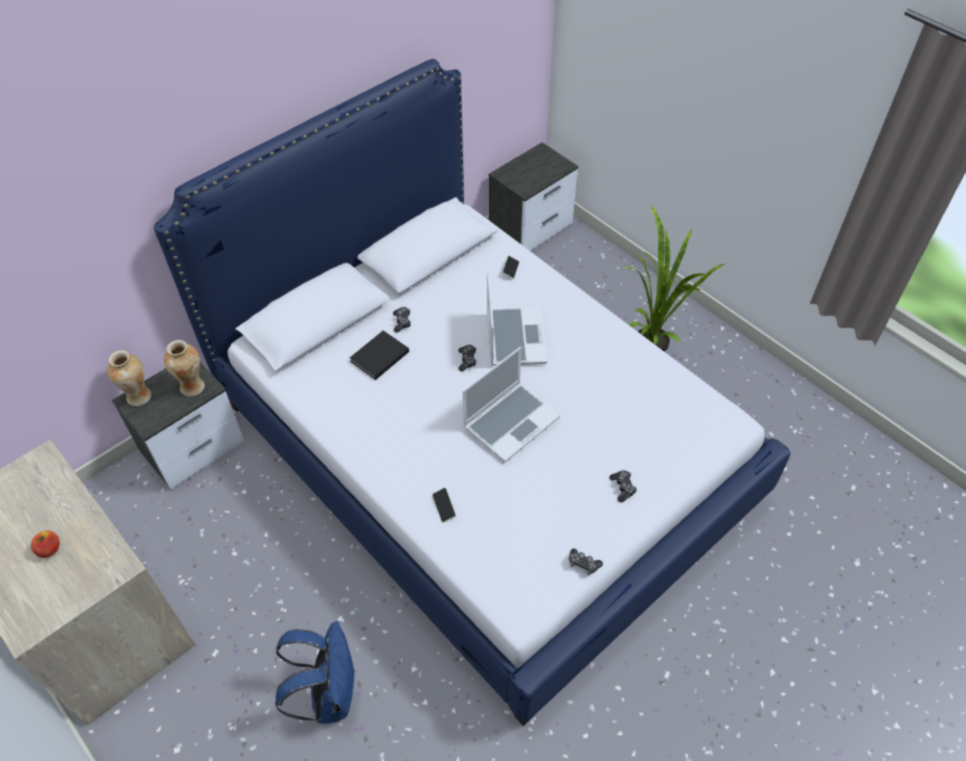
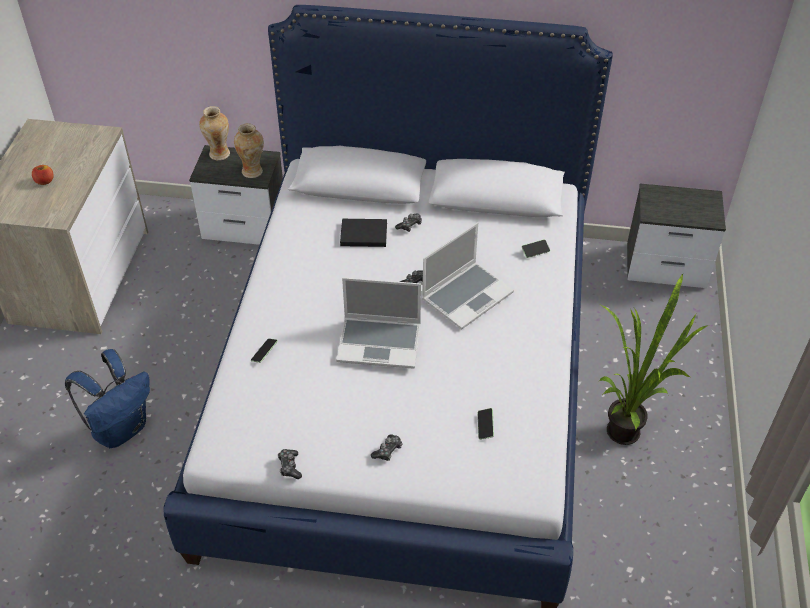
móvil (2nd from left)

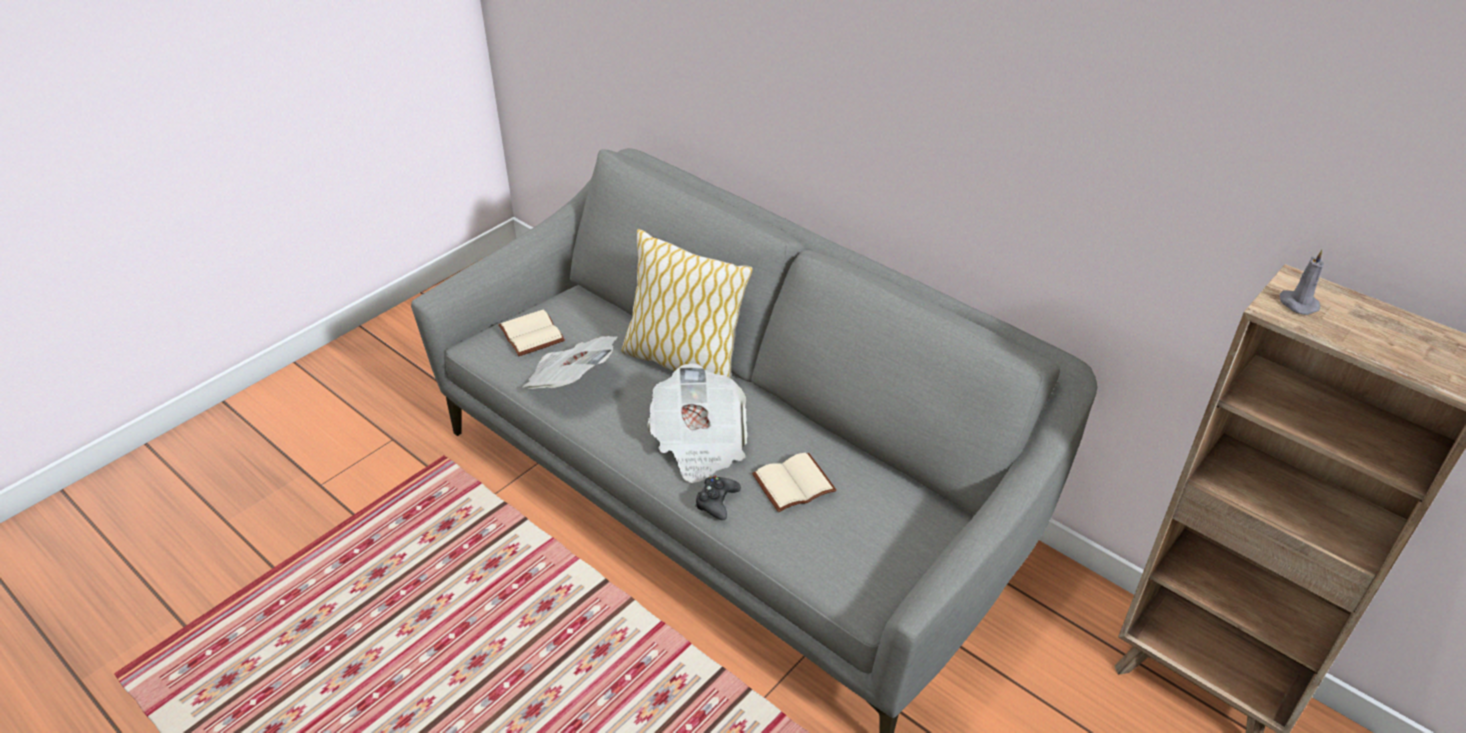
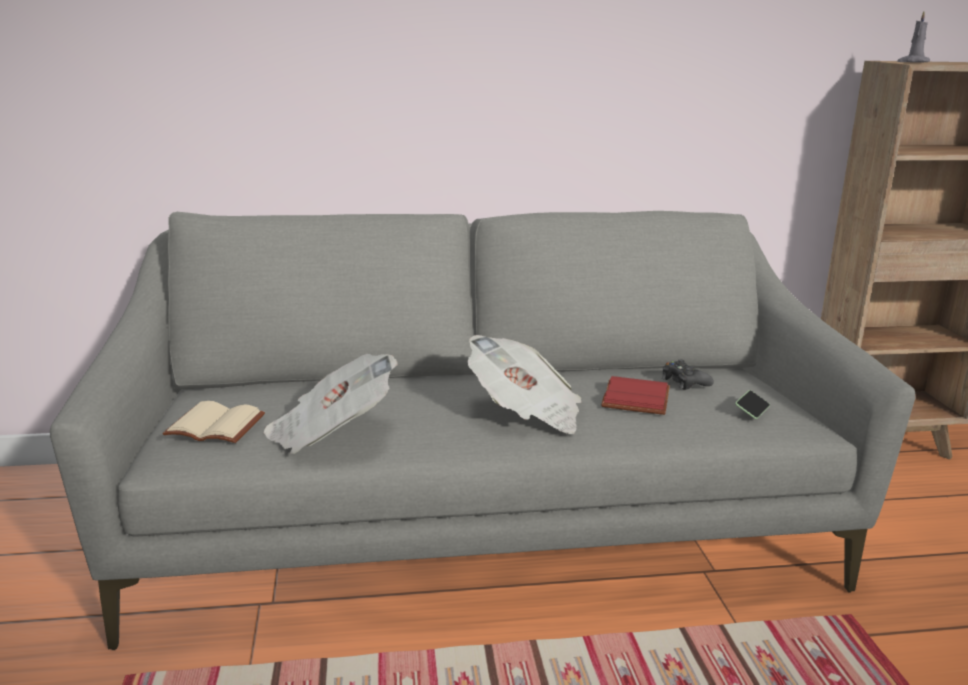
libro (rojo)
mando de consola (negro)
móvil
cojín

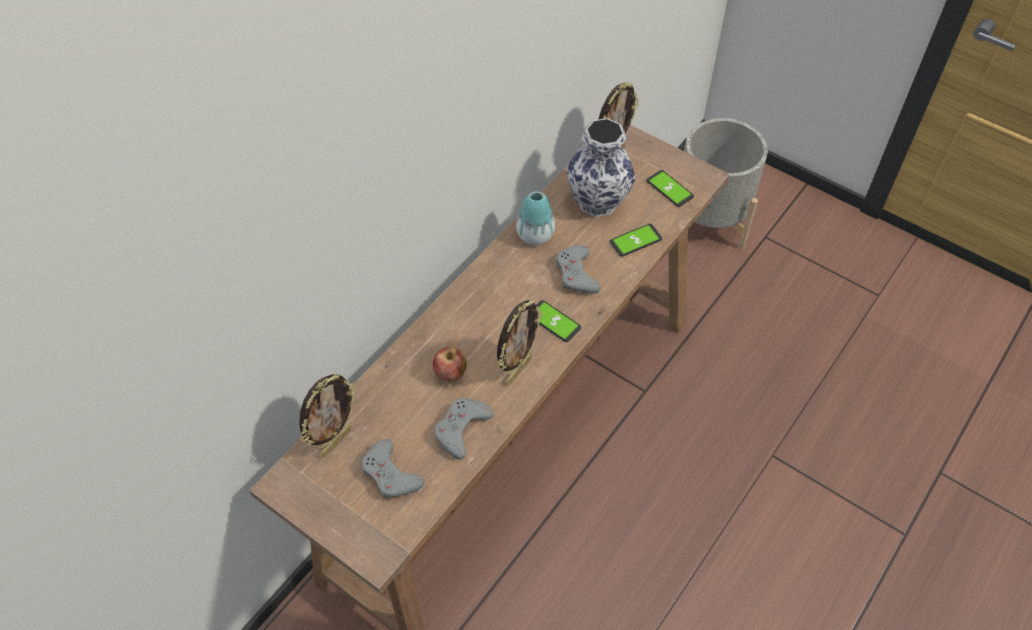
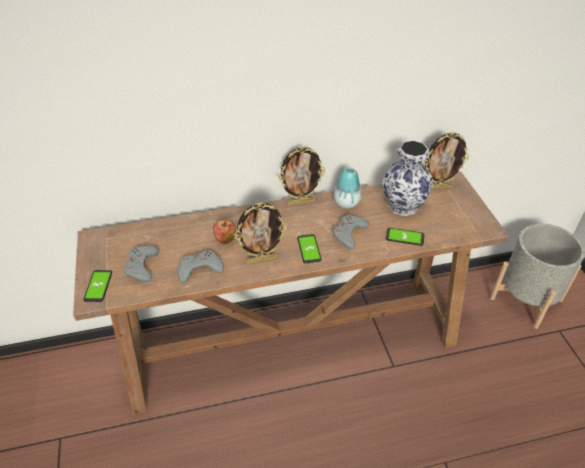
móvil (1st from left)
portarretratos (2nd from left)

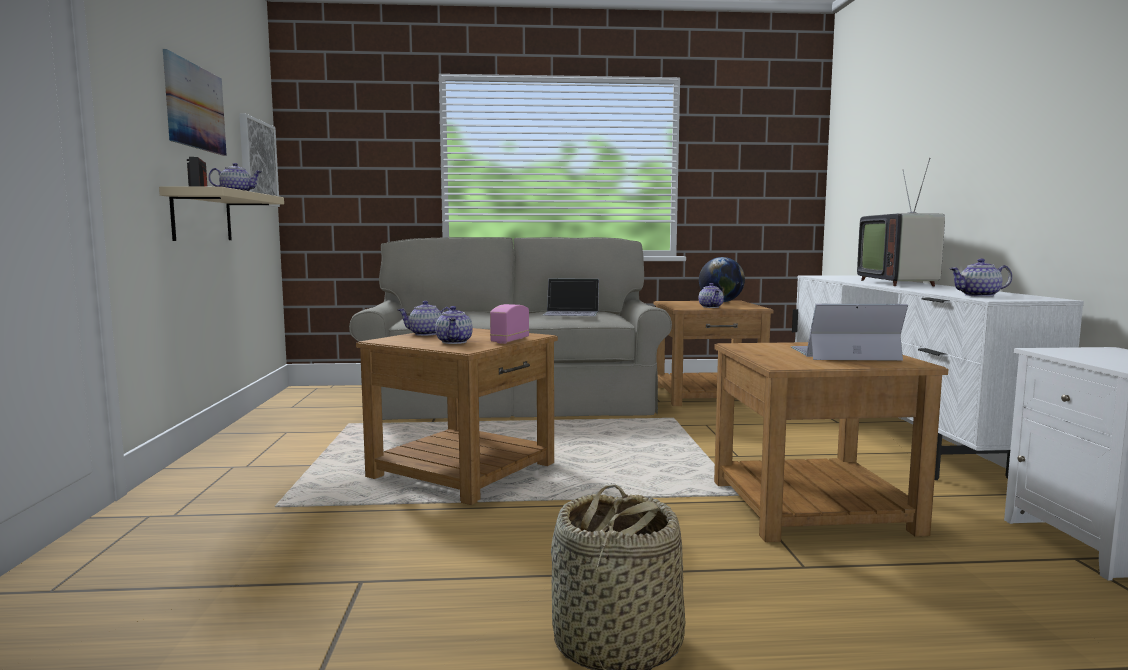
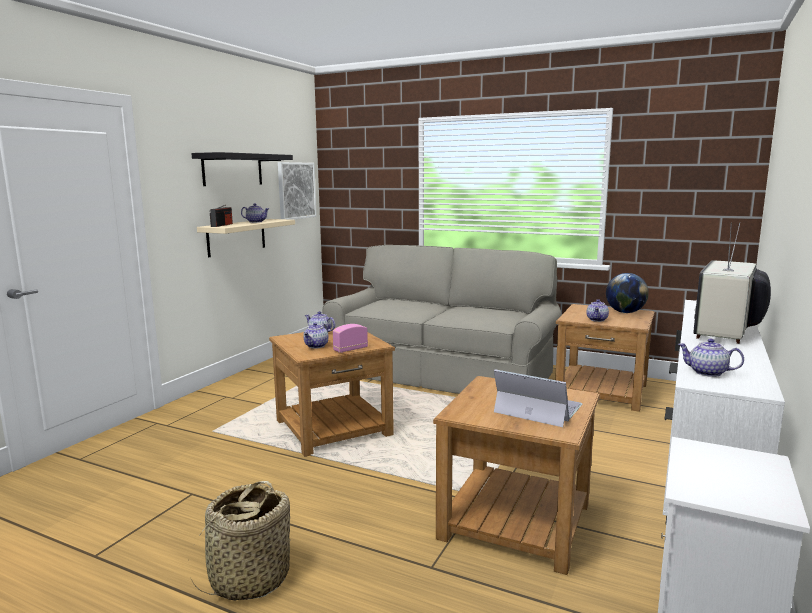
estante (negro)
portátil (1st from left in the first image)

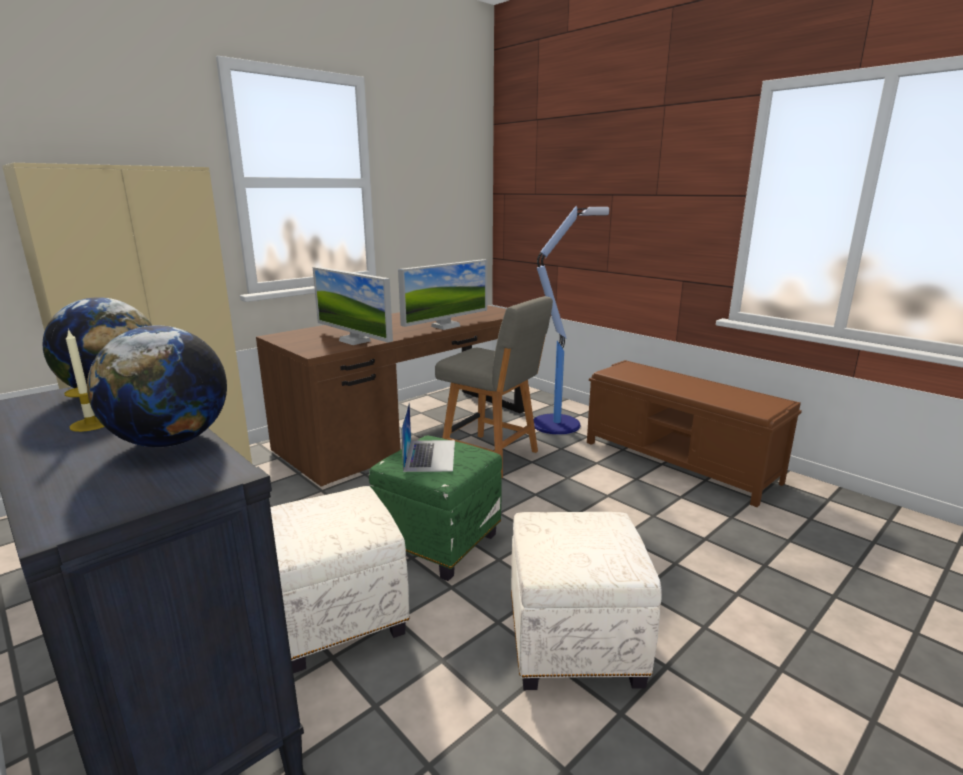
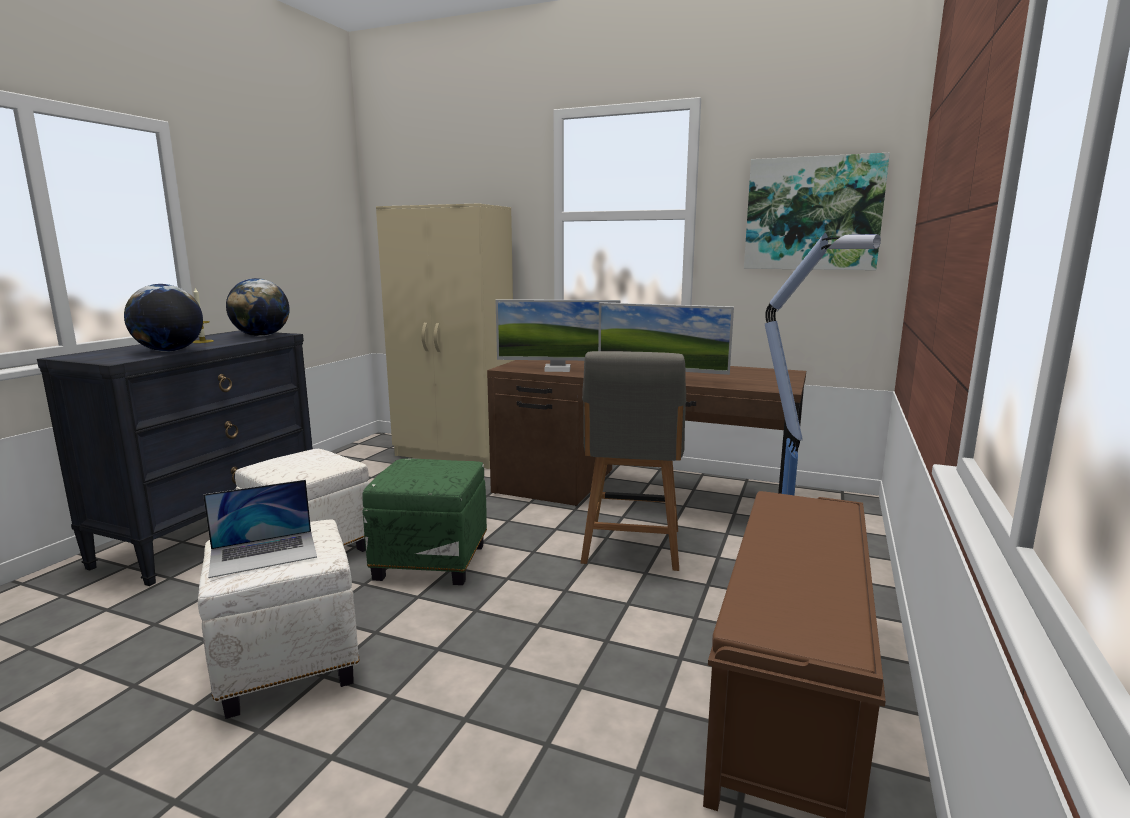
portátil
monitor (1st from left)
cuadro

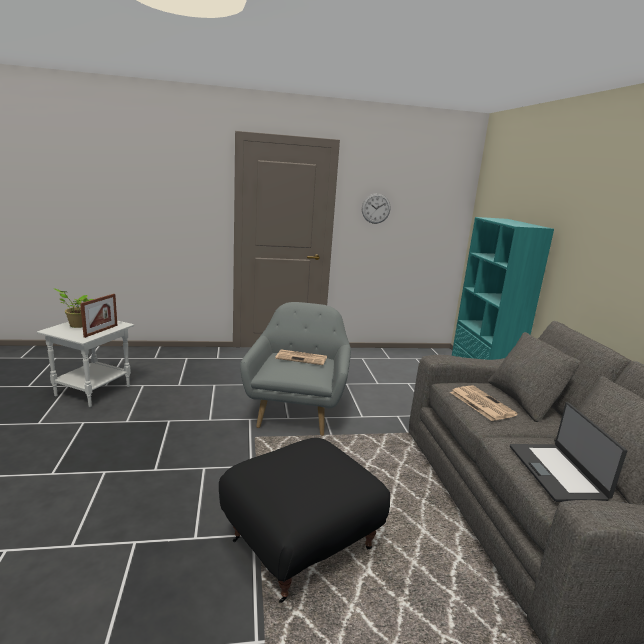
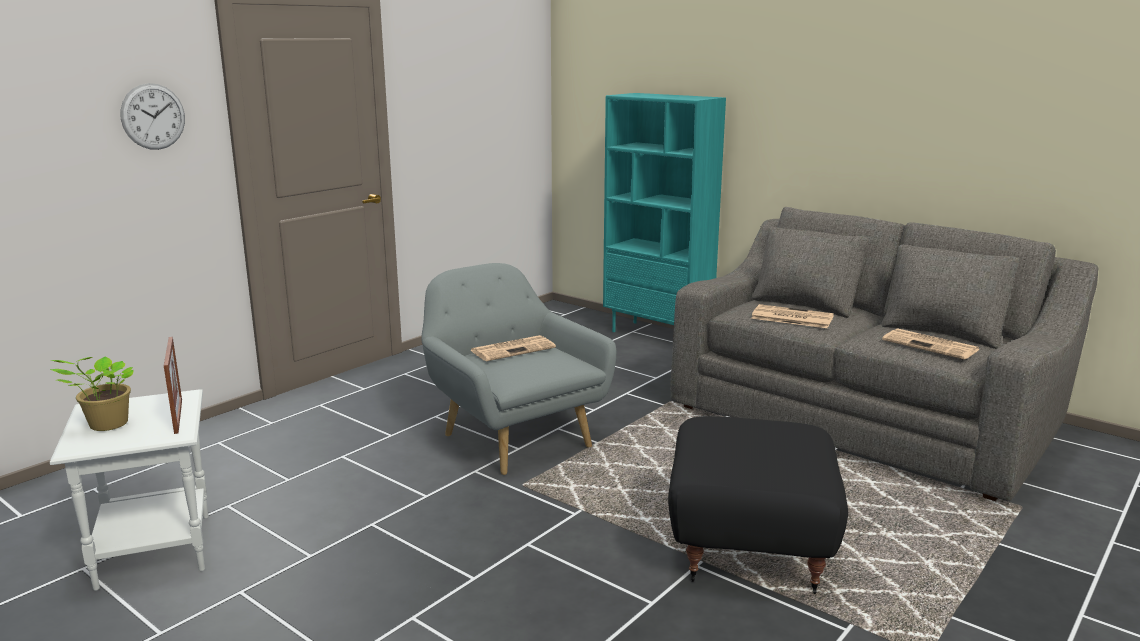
reloj de pared
periódico (3rd from left)

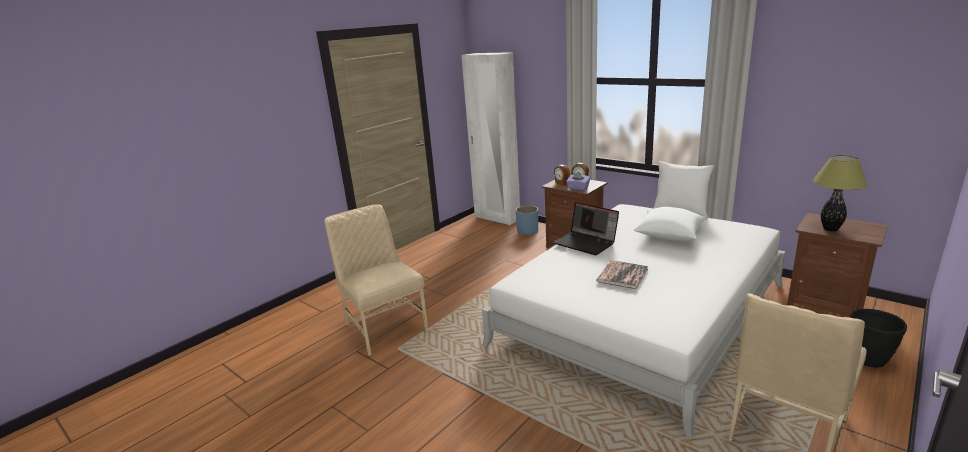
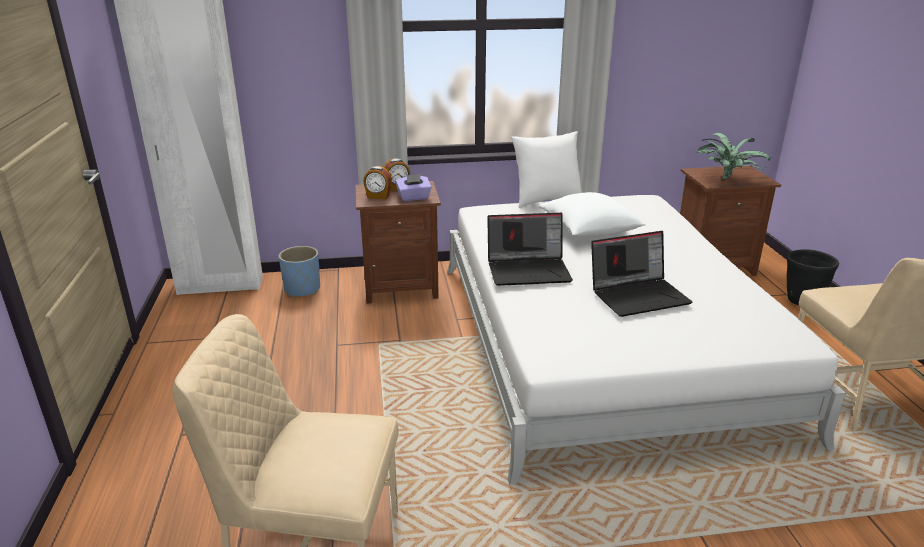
portátil (2nd from left)
planta en maceta

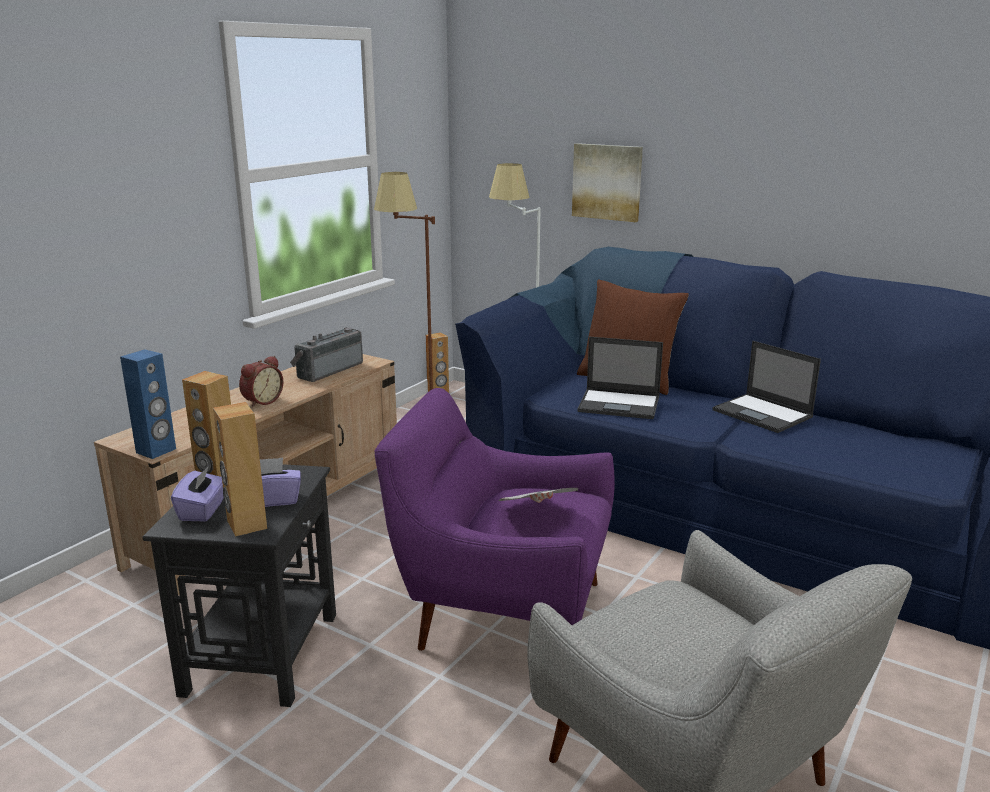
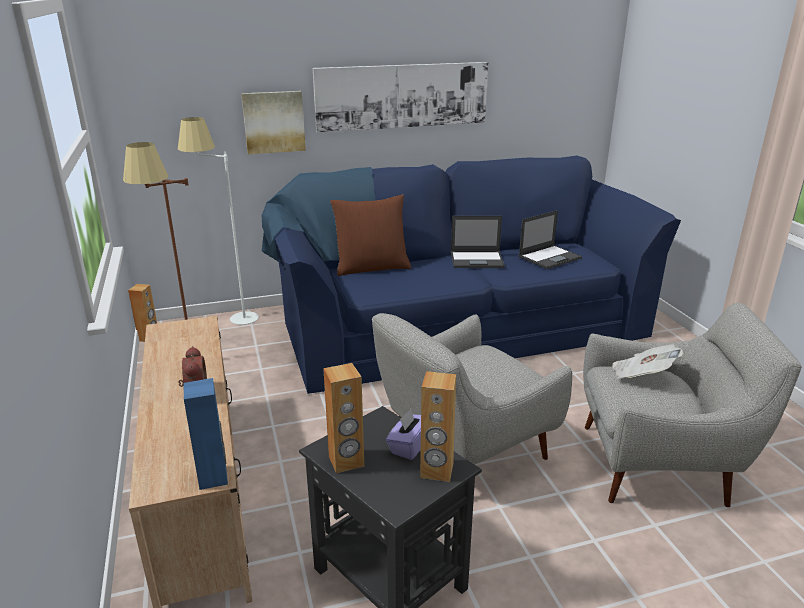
cuadro (2nd from left)
sillón (gris) (1st from left)
portátil (2nd from left)
periódico
caja de pañuelos (morado) (1st from left in the first image)
radio

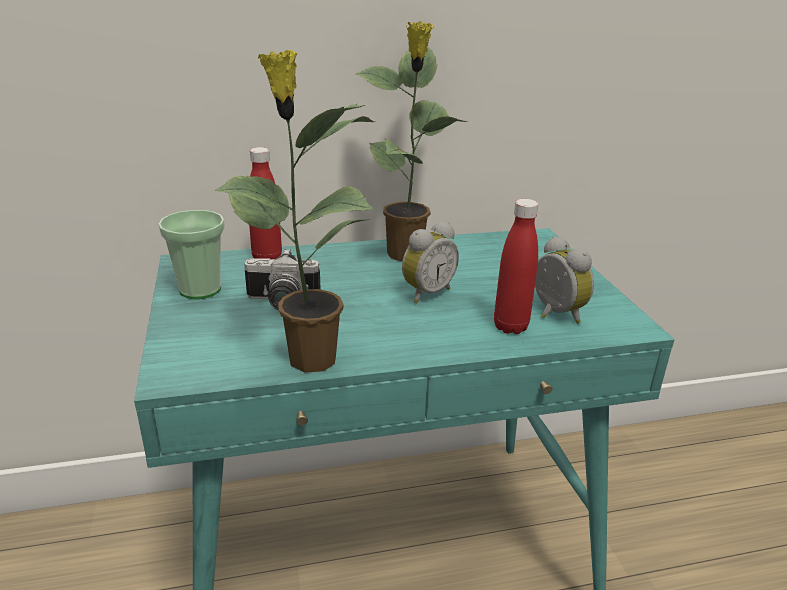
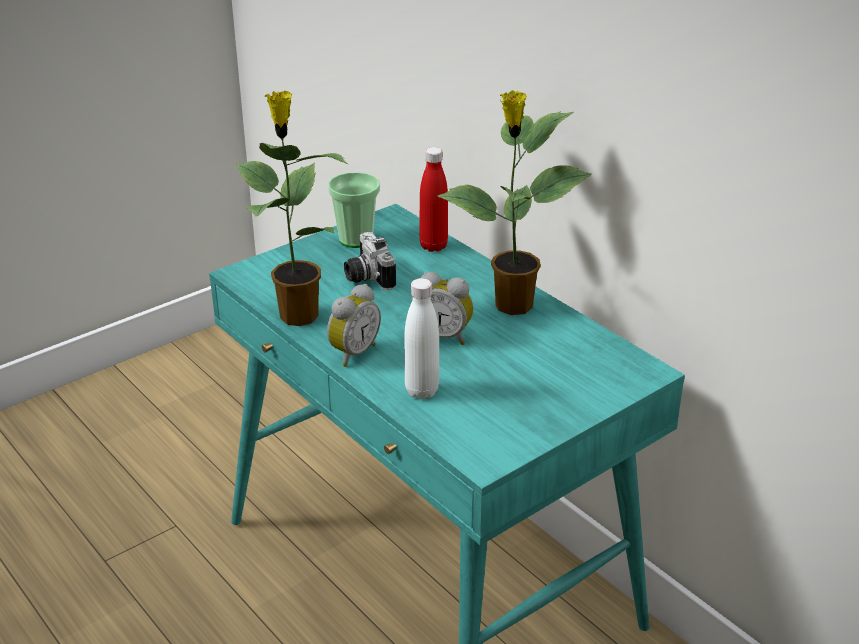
despertador (1st from left)
botella (blanco)

